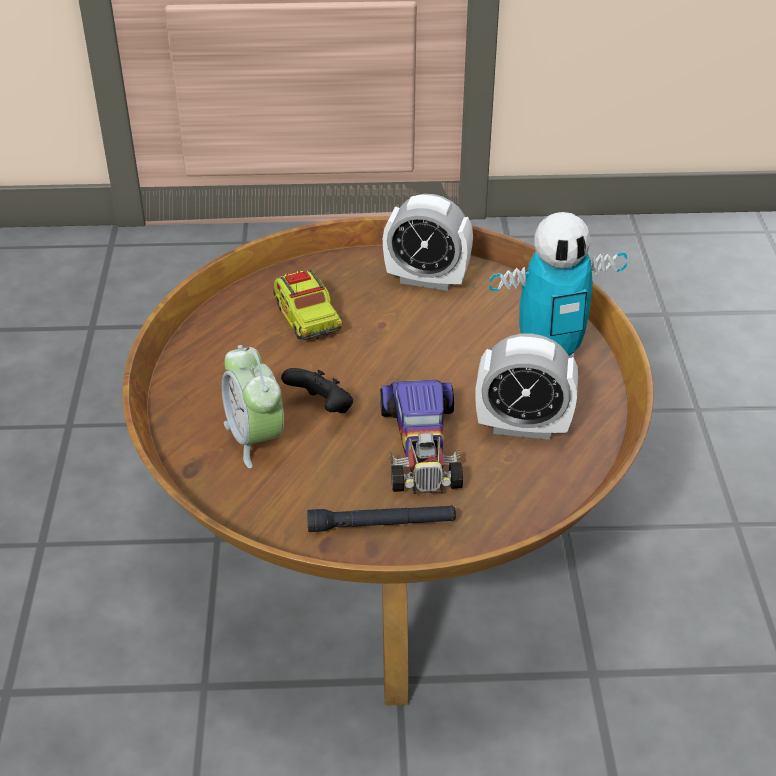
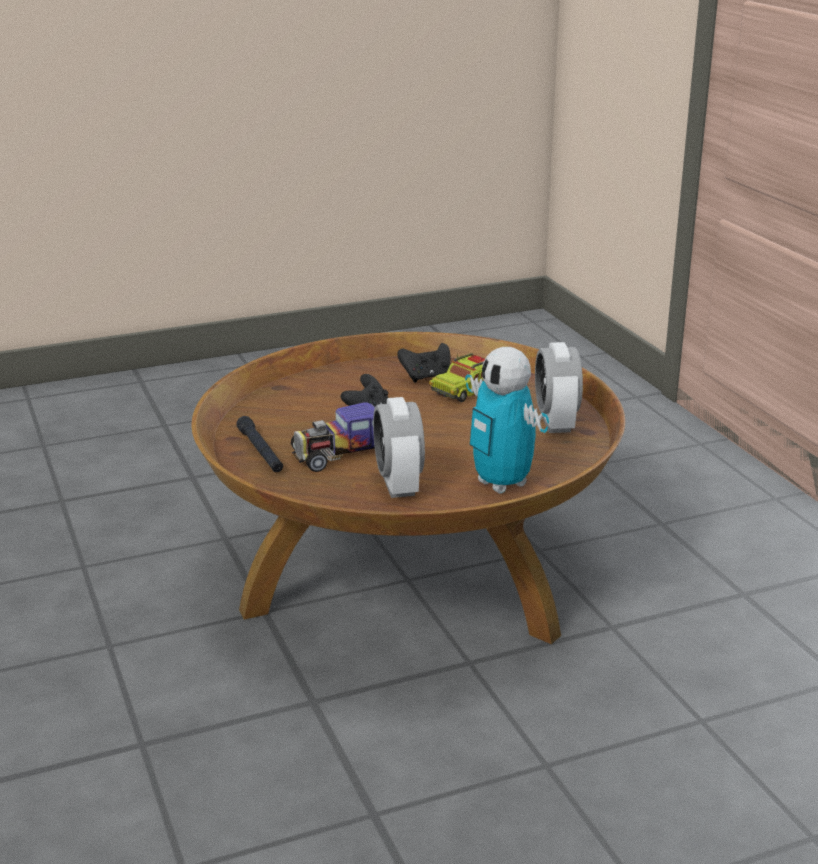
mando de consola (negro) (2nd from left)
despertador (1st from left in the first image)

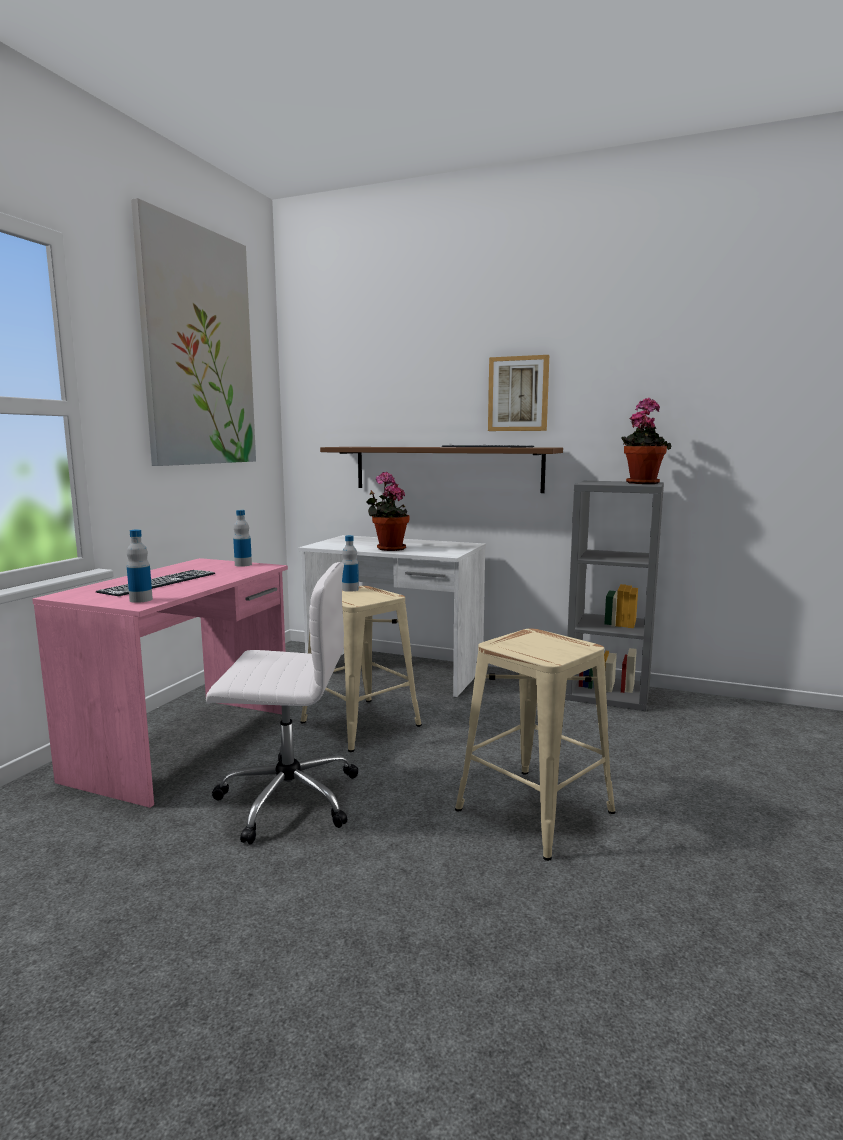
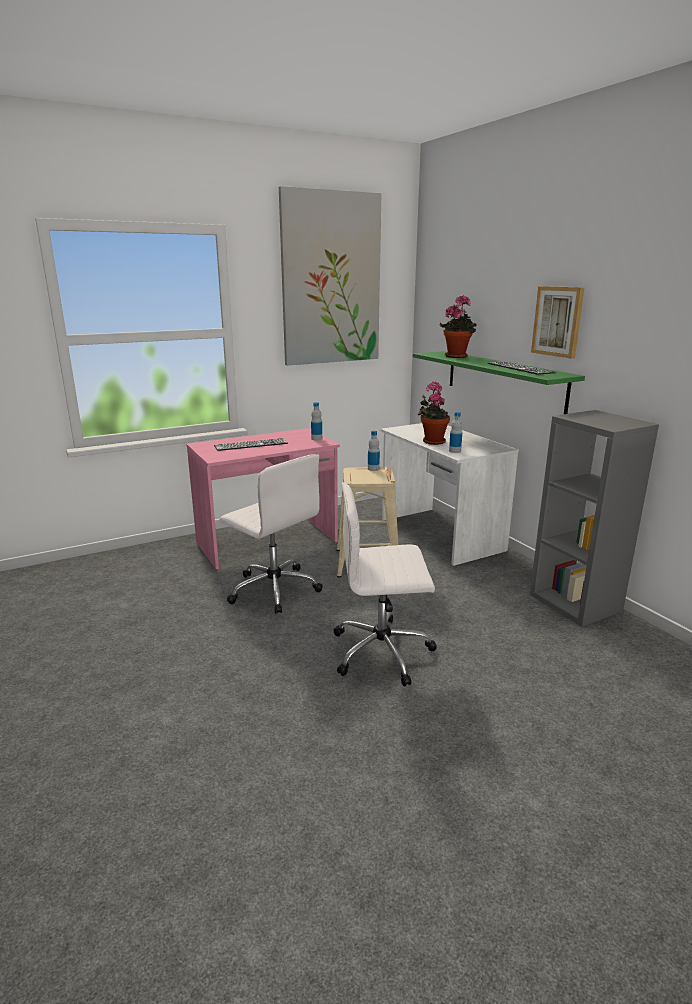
silla de oficina (blanco) (2nd from left)
estante (verde)
planta en maceta (2nd from left)
botella (3rd from left)

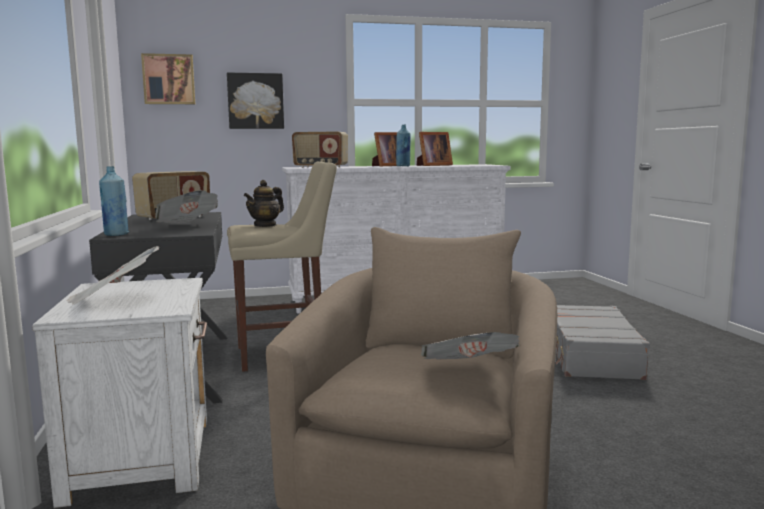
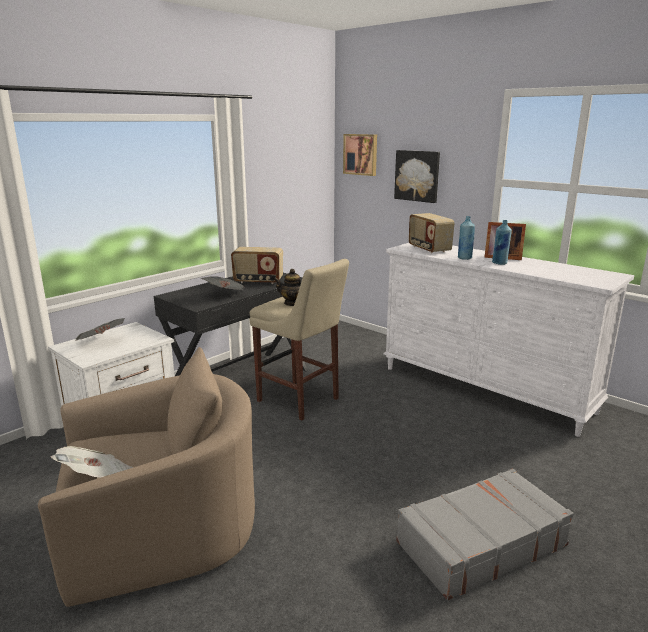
botella (azul) (1st from left)
portarretratos (2nd from left in the first image)

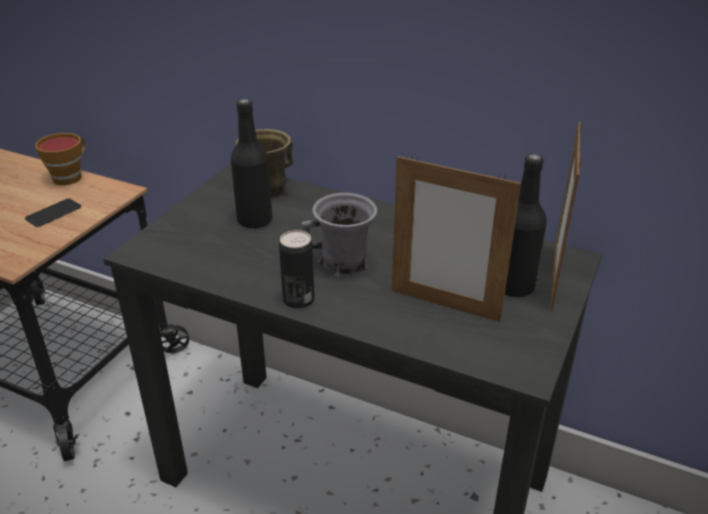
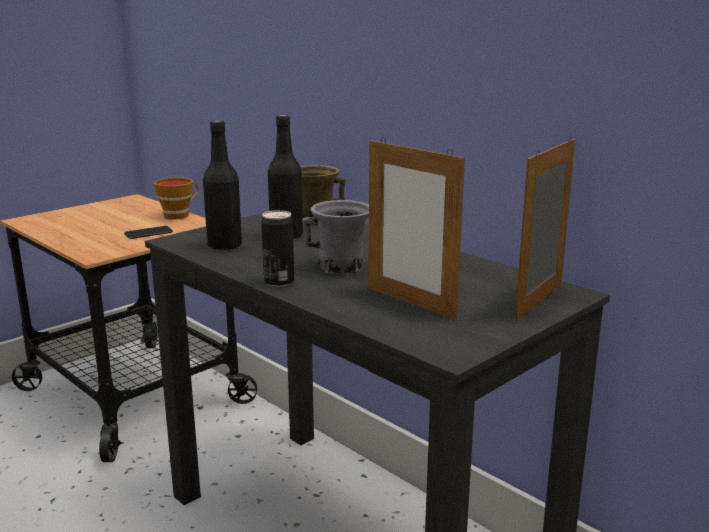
botella (negro) (1st from left)

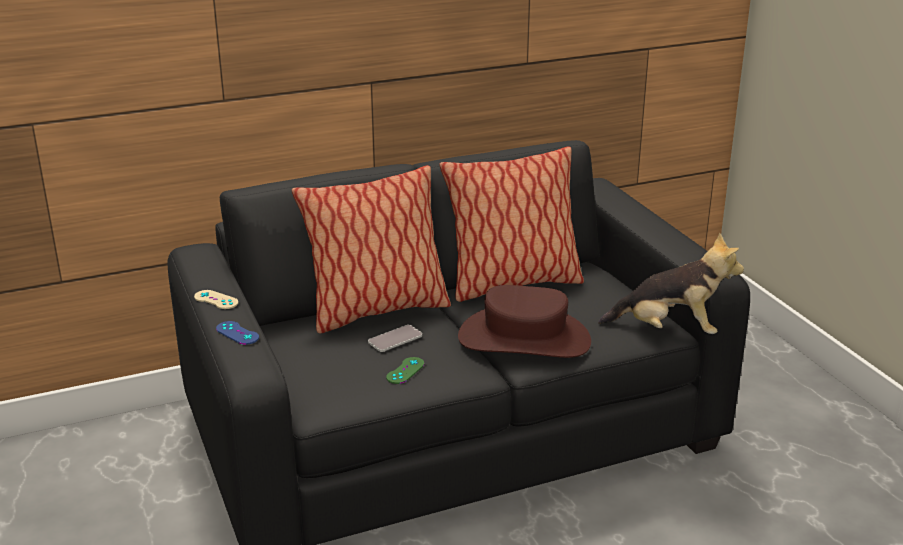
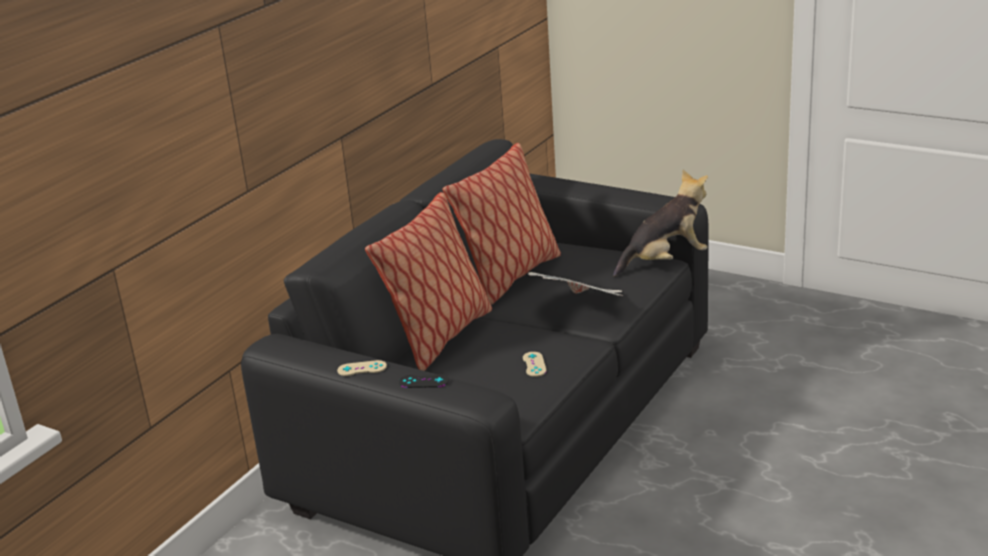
mando de consola (negro)
mando de consola (beis) (2nd from left)
periódico
móvil

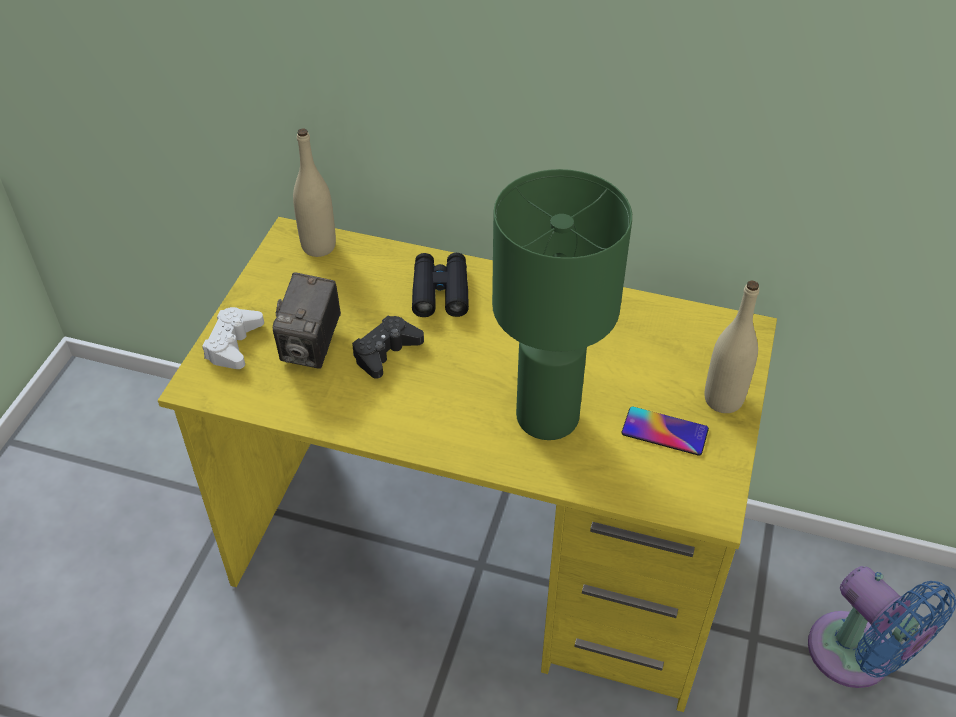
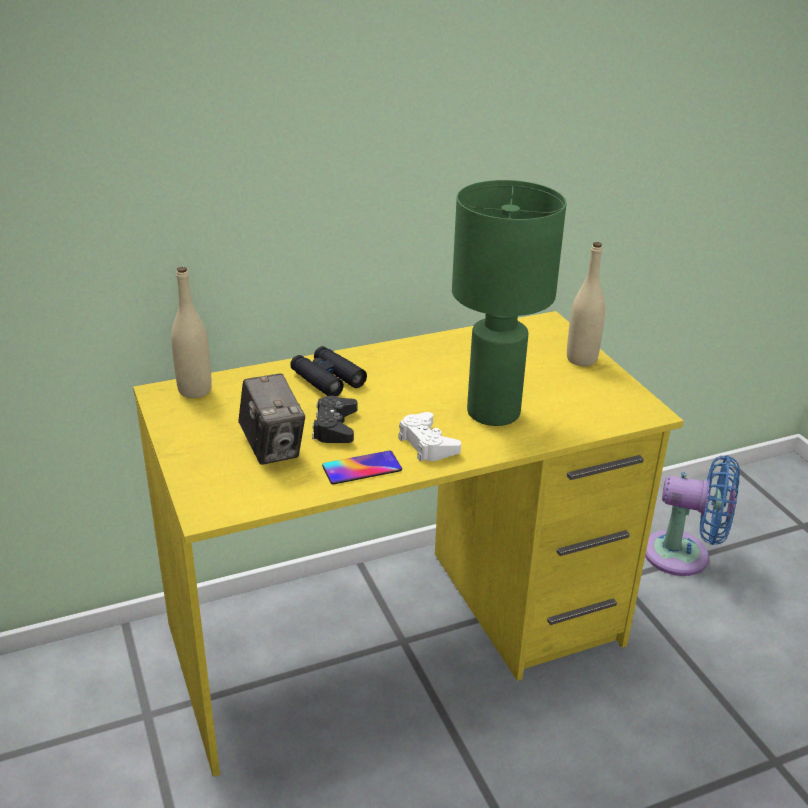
móvil
mando de consola (blanco)

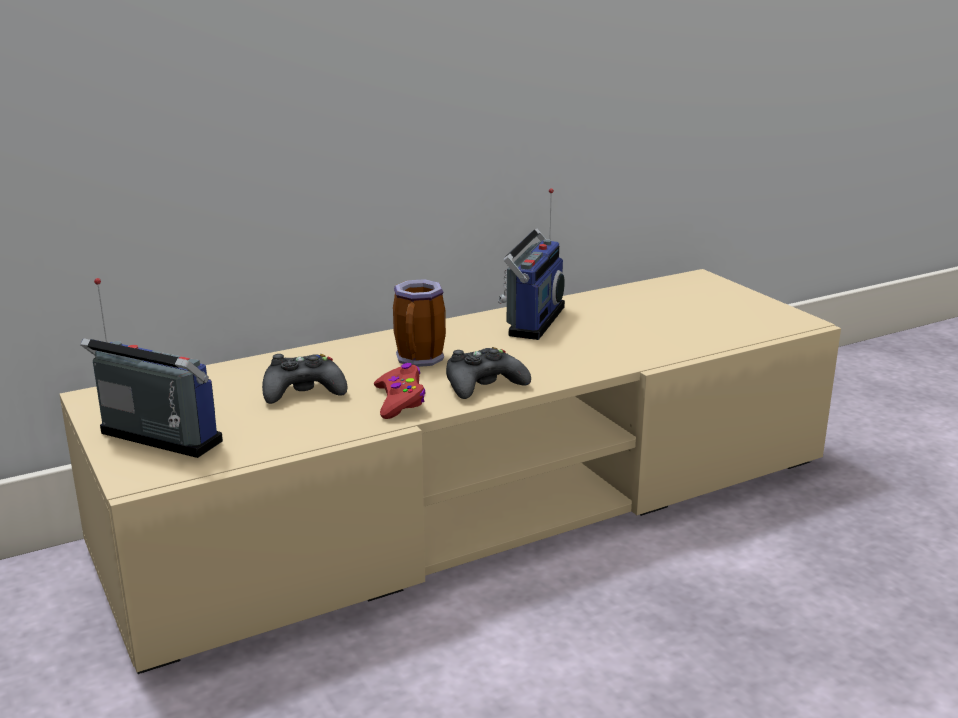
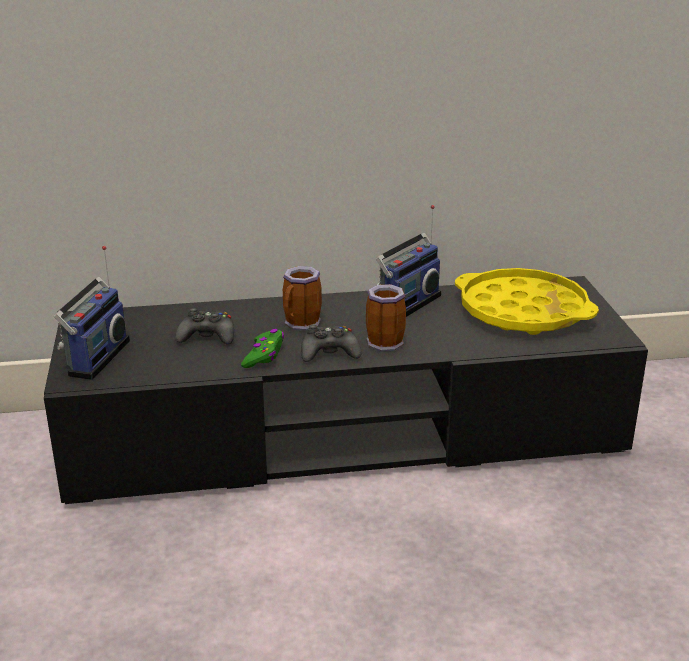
mueble de televisión (negro)
radio (1st from left)
mando de consola (verde)
taza grande (2nd from left)
bandeja (amarillo)

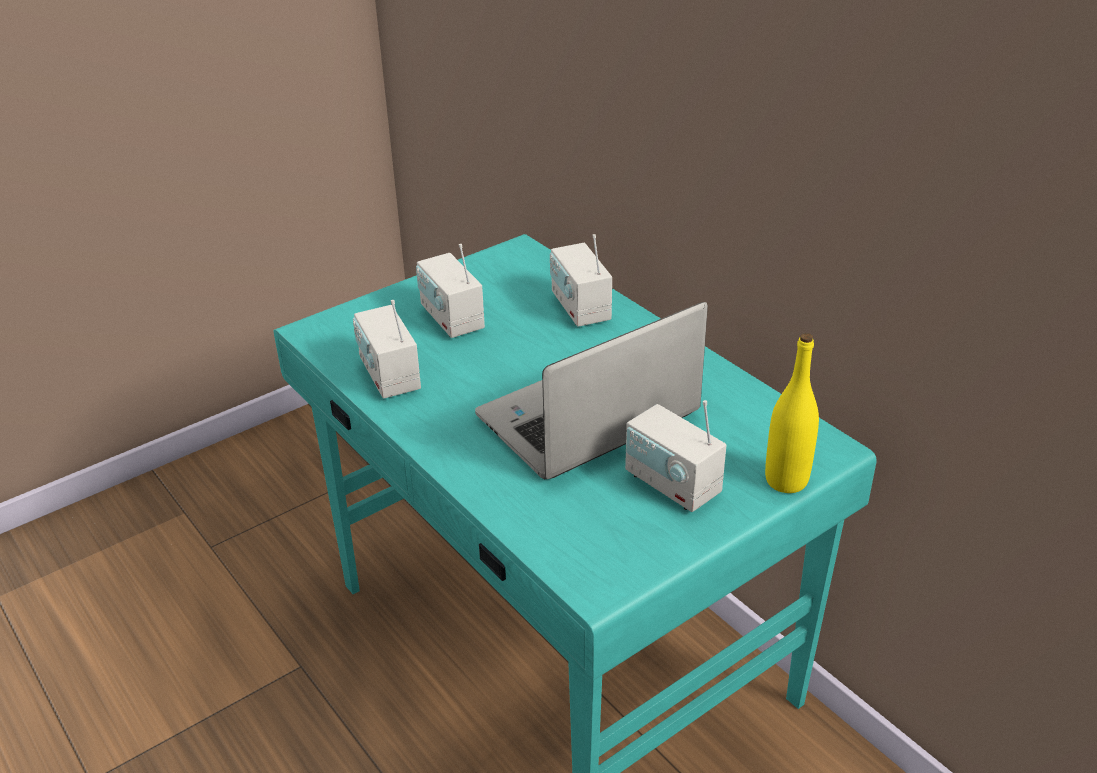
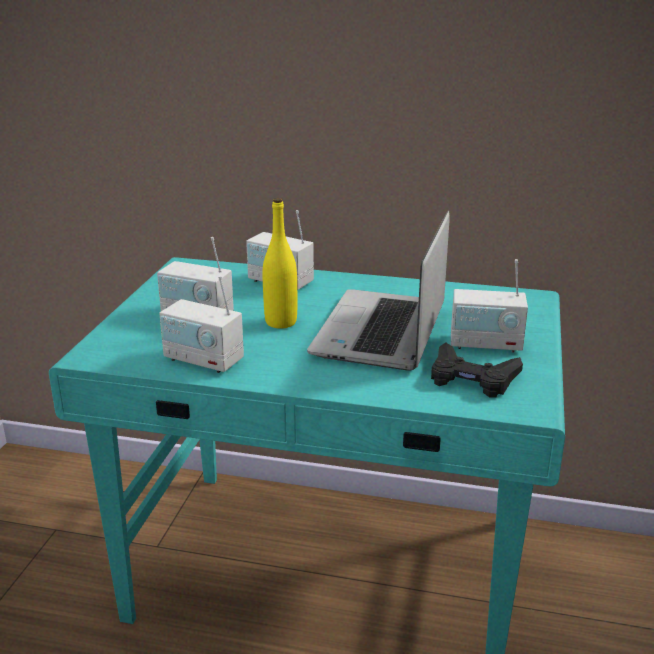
botella (amarillo)
mando de consola (negro)

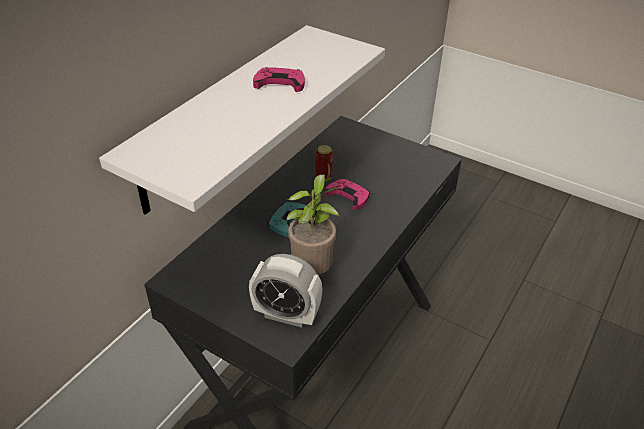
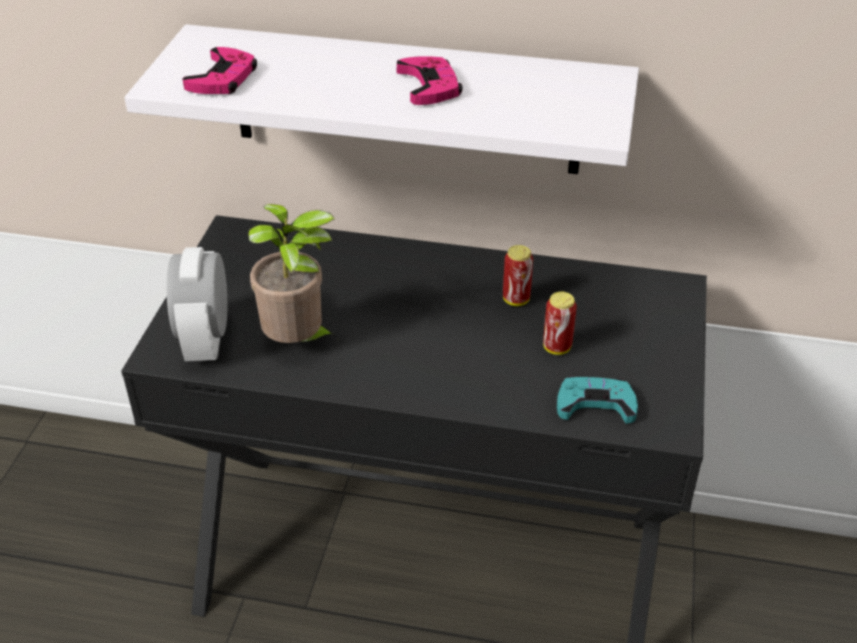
mando de consola (rosa) (1st from left)
lata (2nd from left)
mando de consola (turquesa)

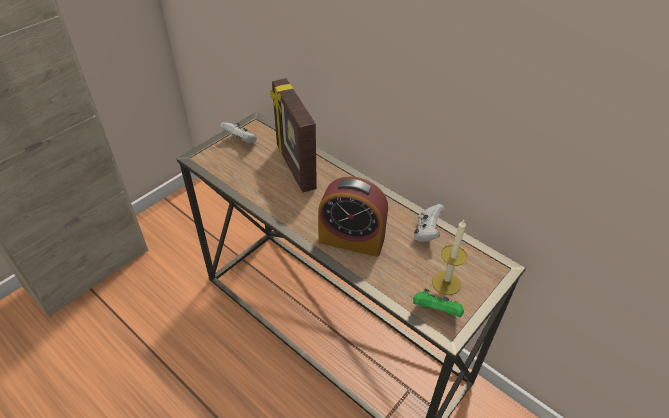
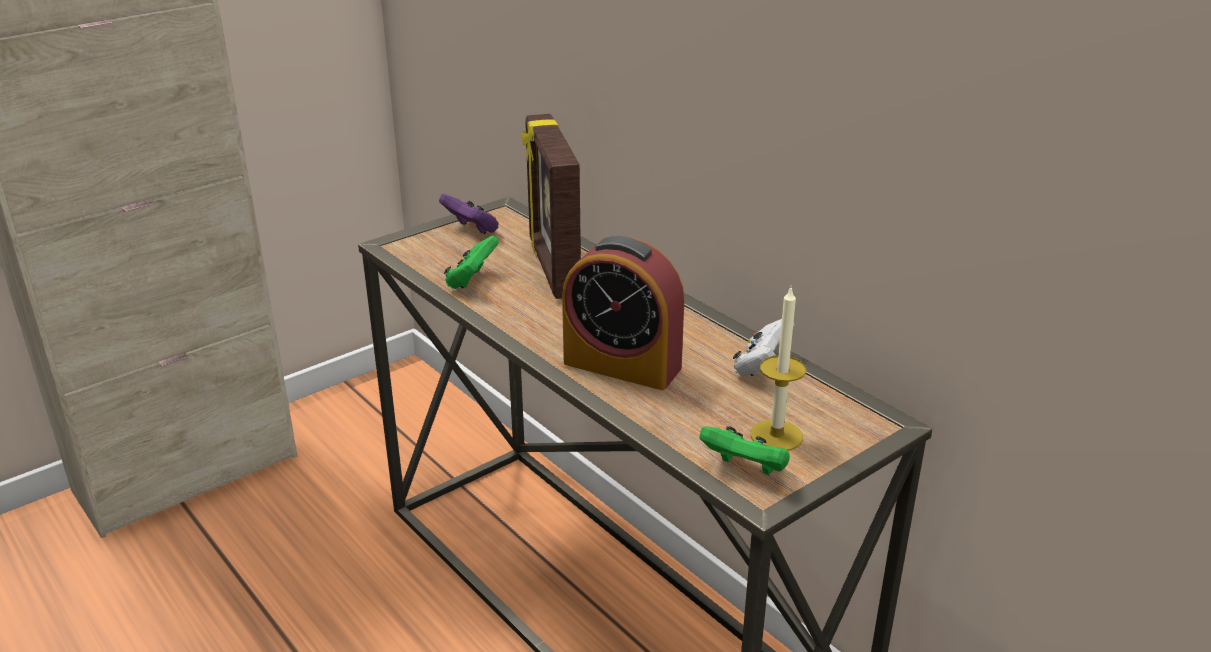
mando de consola (morado)
mando de consola (verde) (1st from left)

